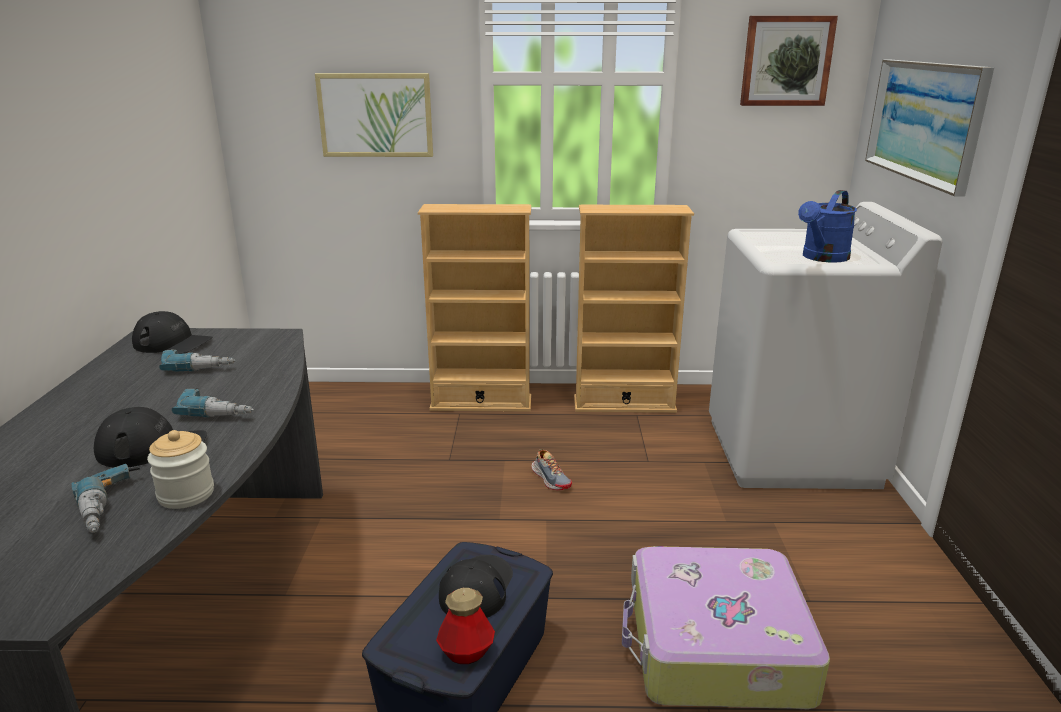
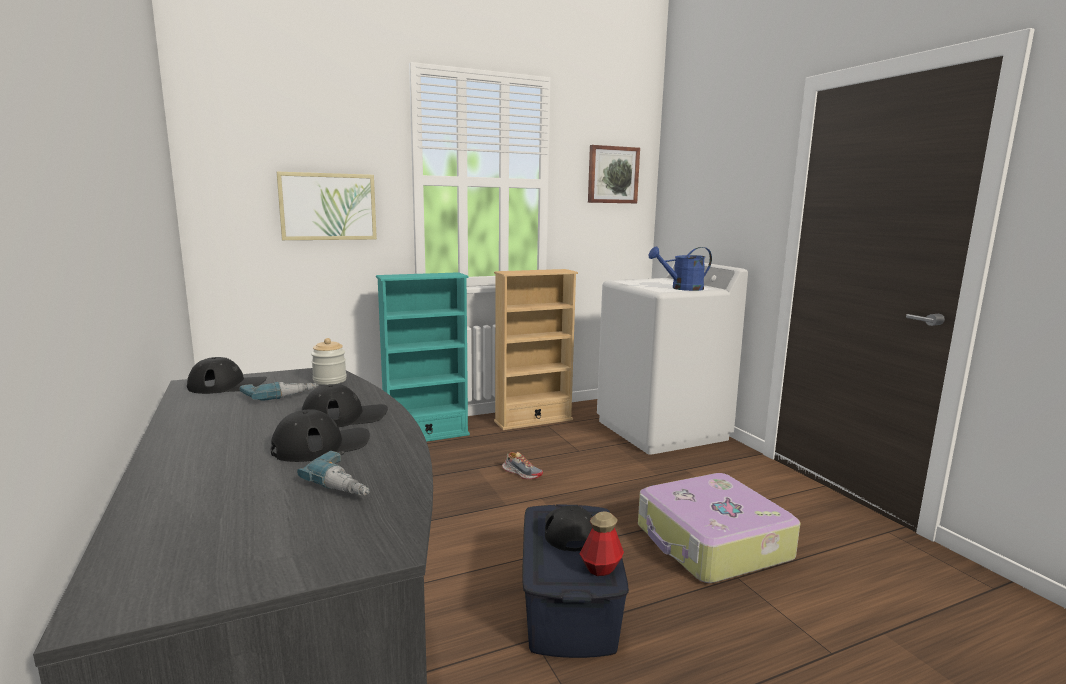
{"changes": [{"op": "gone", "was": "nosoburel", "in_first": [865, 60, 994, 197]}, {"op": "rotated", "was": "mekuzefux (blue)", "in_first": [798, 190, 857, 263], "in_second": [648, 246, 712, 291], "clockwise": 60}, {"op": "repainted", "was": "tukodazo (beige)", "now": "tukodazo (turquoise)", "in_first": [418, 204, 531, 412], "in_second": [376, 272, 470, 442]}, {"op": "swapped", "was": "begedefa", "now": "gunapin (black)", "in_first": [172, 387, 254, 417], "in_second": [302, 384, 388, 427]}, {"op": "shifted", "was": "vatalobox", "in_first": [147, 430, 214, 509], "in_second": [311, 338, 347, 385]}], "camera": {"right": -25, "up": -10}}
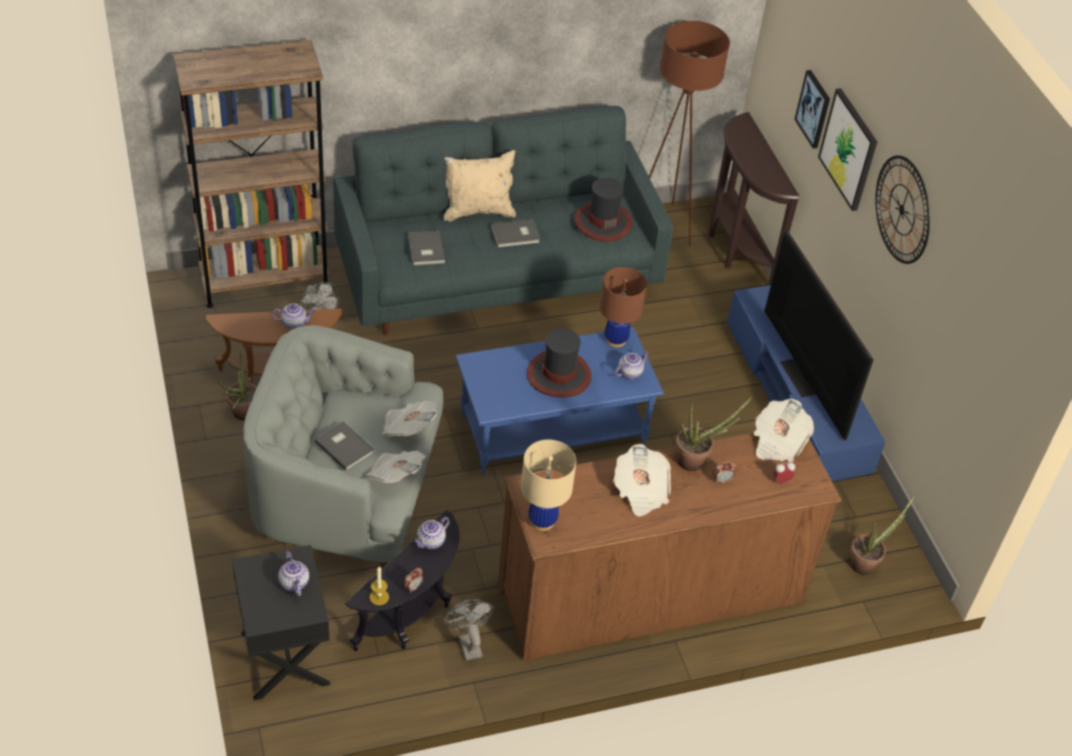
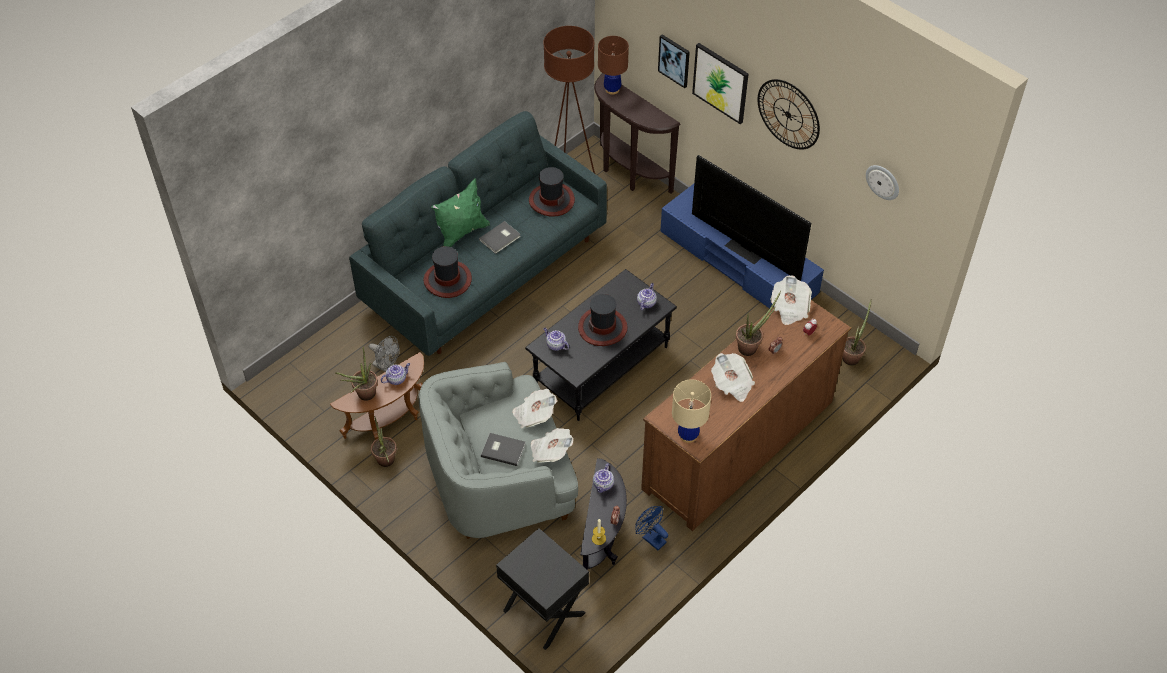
{"changes": [{"op": "gone", "was": "tukodazo (brown)", "in_first": [173, 40, 329, 308]}, {"op": "repainted", "was": "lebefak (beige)", "now": "lebefak (green)", "in_first": [444, 150, 516, 222], "in_second": [431, 178, 490, 247]}, {"op": "swapped", "was": "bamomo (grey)", "now": "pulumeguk", "in_first": [408, 231, 446, 266], "in_second": [423, 246, 472, 298]}, {"op": "shifted", "was": "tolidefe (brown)", "in_first": [600, 267, 647, 347], "in_second": [598, 36, 629, 95]}, {"op": "repainted", "was": "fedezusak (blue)", "now": "fedezusak (black)", "in_first": [456, 327, 664, 475], "in_second": [525, 269, 677, 421]}, {"op": "shifted", "was": "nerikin", "in_first": [278, 551, 309, 596], "in_second": [543, 328, 569, 351]}, {"op": "repainted", "was": "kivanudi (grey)", "now": "kivanudi (blue)", "in_first": [444, 599, 494, 661], "in_second": [635, 506, 668, 550]}, {"op": "new", "now": "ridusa", "in_second": [866, 165, 899, 200]}, {"op": "new", "now": "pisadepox", "in_second": [335, 347, 378, 401]}], "camera": {"right": -25, "up": 5}}
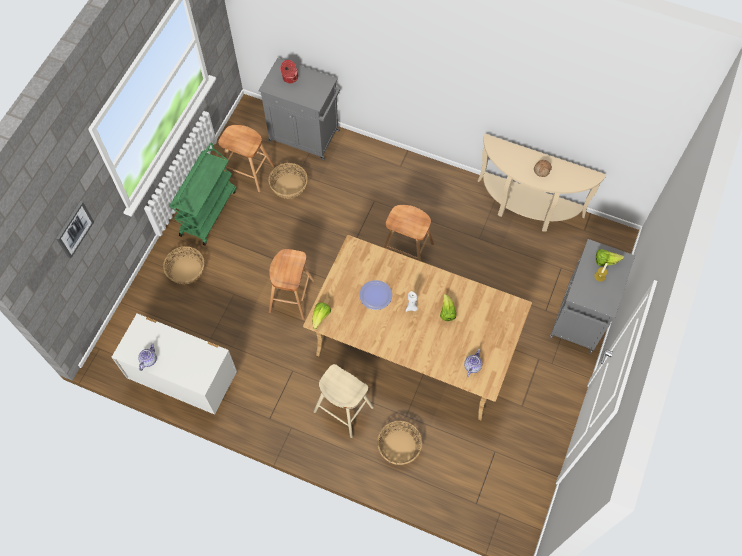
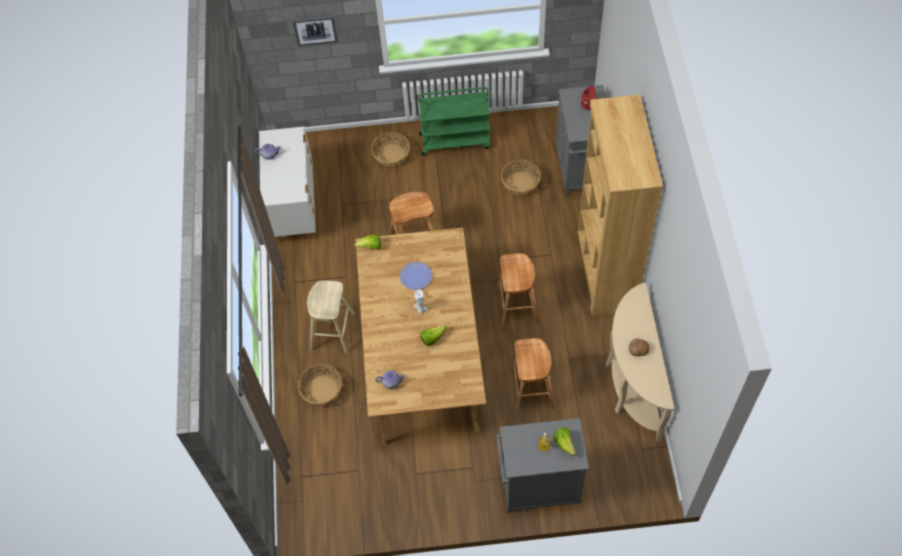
{"changes": [{"op": "shifted", "was": "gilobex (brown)", "in_first": [218, 125, 275, 192], "in_second": [510, 338, 555, 412]}, {"op": "new", "now": "tukodazo (brown)", "in_second": [578, 95, 663, 316]}], "camera": {"right": 65, "up": -5}}
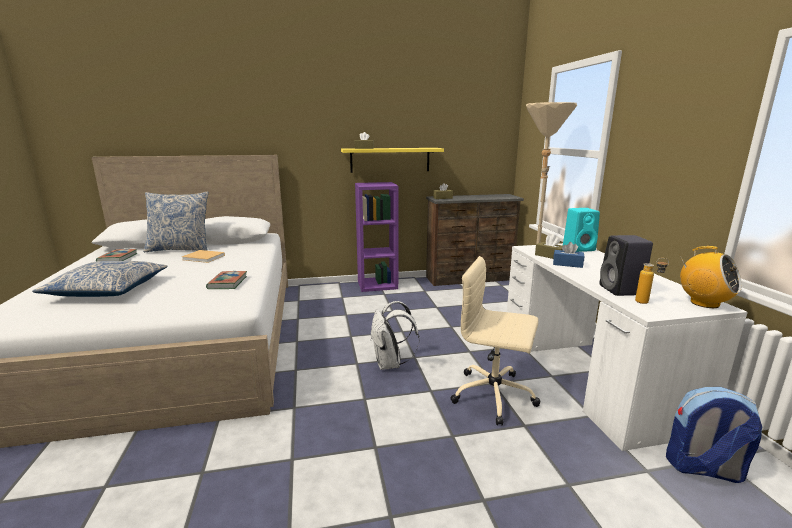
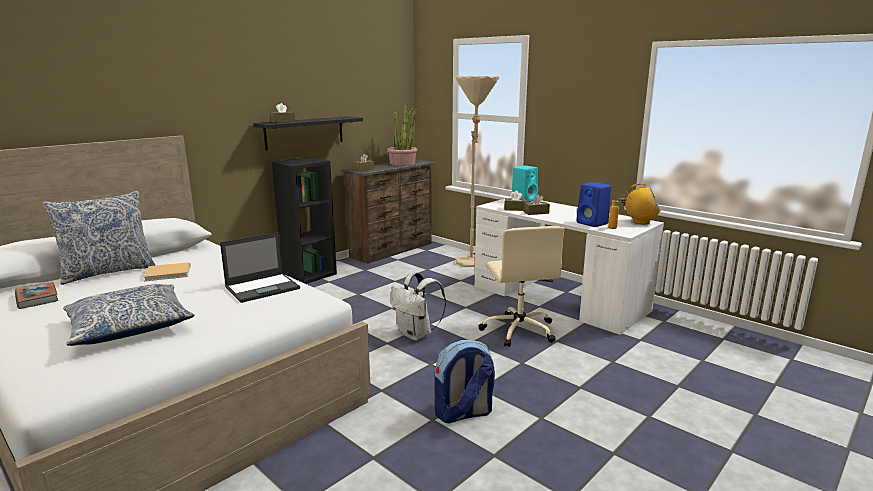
{"changes": [{"op": "repainted", "was": "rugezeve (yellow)", "now": "rugezeve (black)", "in_first": [341, 148, 444, 173], "in_second": [253, 116, 363, 150]}, {"op": "repainted", "was": "tukodazo (purple)", "now": "tukodazo (black)", "in_first": [355, 182, 399, 292], "in_second": [272, 157, 337, 284]}, {"op": "repainted", "was": "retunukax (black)", "now": "retunukax (blue)", "in_first": [600, 235, 653, 296], "in_second": [577, 182, 611, 227]}, {"op": "repainted", "was": "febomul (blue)", "now": "febomul (brown)", "in_first": [553, 242, 584, 268], "in_second": [524, 194, 550, 215]}, {"op": "rotated", "was": "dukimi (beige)", "in_first": [450, 256, 540, 425], "in_second": [479, 226, 565, 347], "clockwise": -90}, {"op": "swapped", "was": "bamomo", "now": "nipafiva", "in_first": [206, 271, 247, 289], "in_second": [220, 232, 300, 303]}, {"op": "shifted", "was": "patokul", "in_first": [666, 387, 762, 483], "in_second": [435, 340, 495, 423]}, {"op": "new", "now": "pisadepox", "in_second": [387, 105, 417, 166]}], "camera": {"right": -35, "up": 0}}
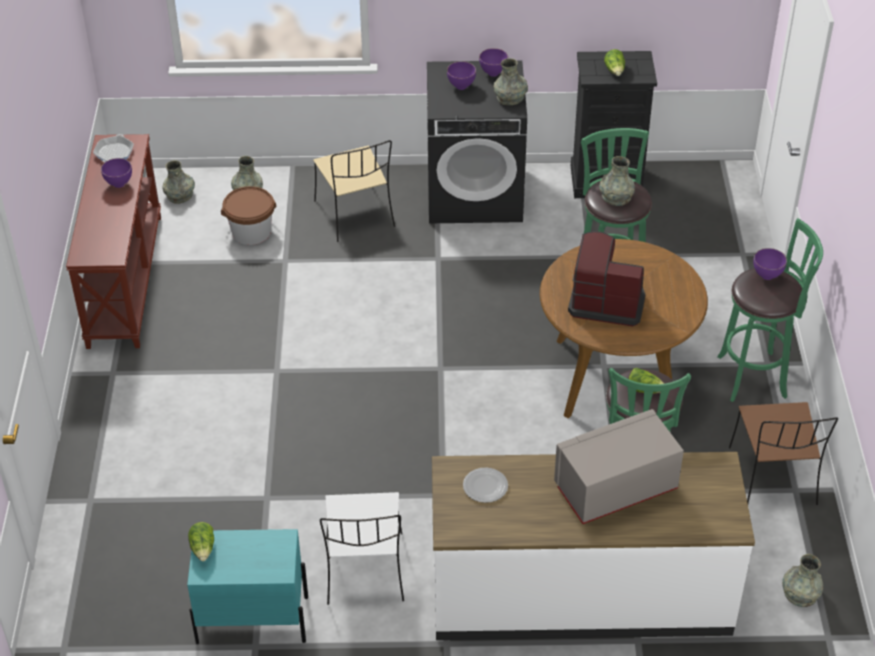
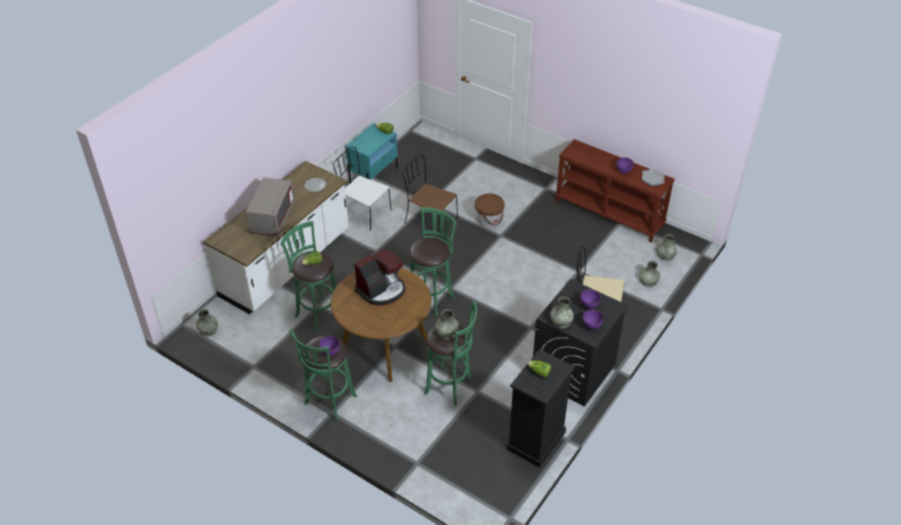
{"changes": [{"op": "shifted", "was": "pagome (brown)", "in_first": [221, 186, 276, 245], "in_second": [475, 194, 505, 228]}, {"op": "shifted", "was": "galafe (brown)", "in_first": [729, 402, 838, 505], "in_second": [403, 154, 458, 237]}, {"op": "new", "now": "gilobex (green)", "in_second": [409, 207, 457, 317]}], "camera": {"right": 125, "up": 0}}
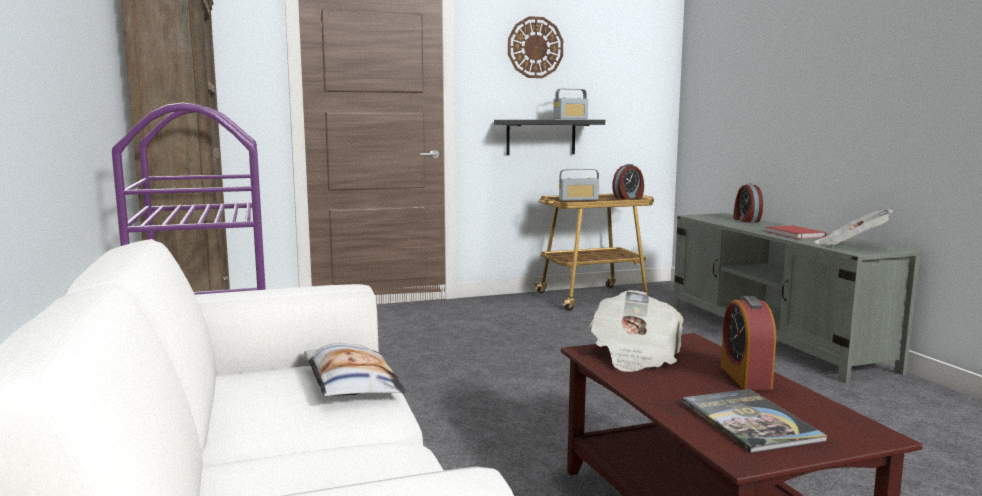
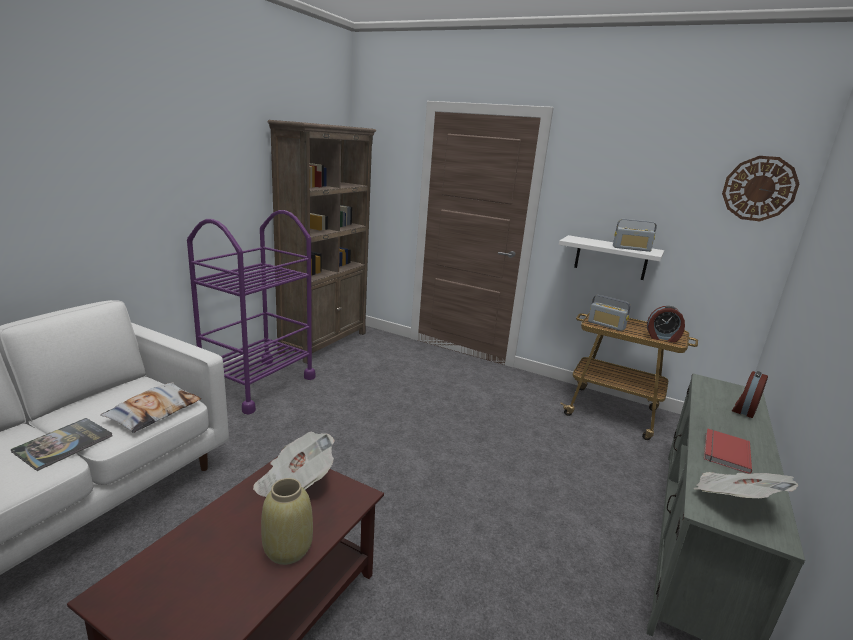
{"changes": [{"op": "shifted", "was": "ridusa", "in_first": [508, 16, 563, 78], "in_second": [722, 156, 799, 221]}, {"op": "repainted", "was": "rugezeve (black)", "now": "rugezeve (white)", "in_first": [494, 120, 605, 155], "in_second": [559, 235, 664, 280]}, {"op": "swapped", "was": "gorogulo", "now": "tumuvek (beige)", "in_first": [721, 296, 776, 390], "in_second": [261, 478, 313, 565]}, {"op": "shifted", "was": "bamomo", "in_first": [682, 389, 827, 453], "in_second": [11, 418, 112, 471]}], "camera": {"right": 45, "up": 10}}
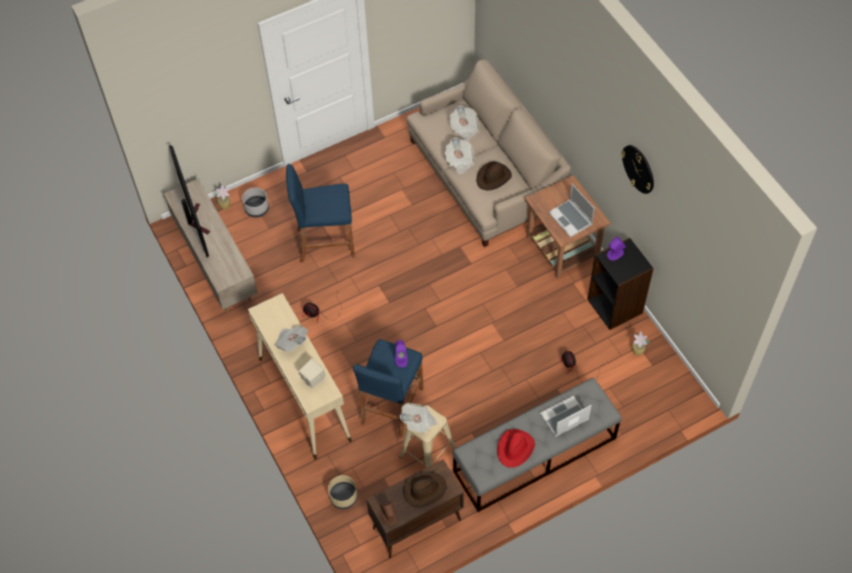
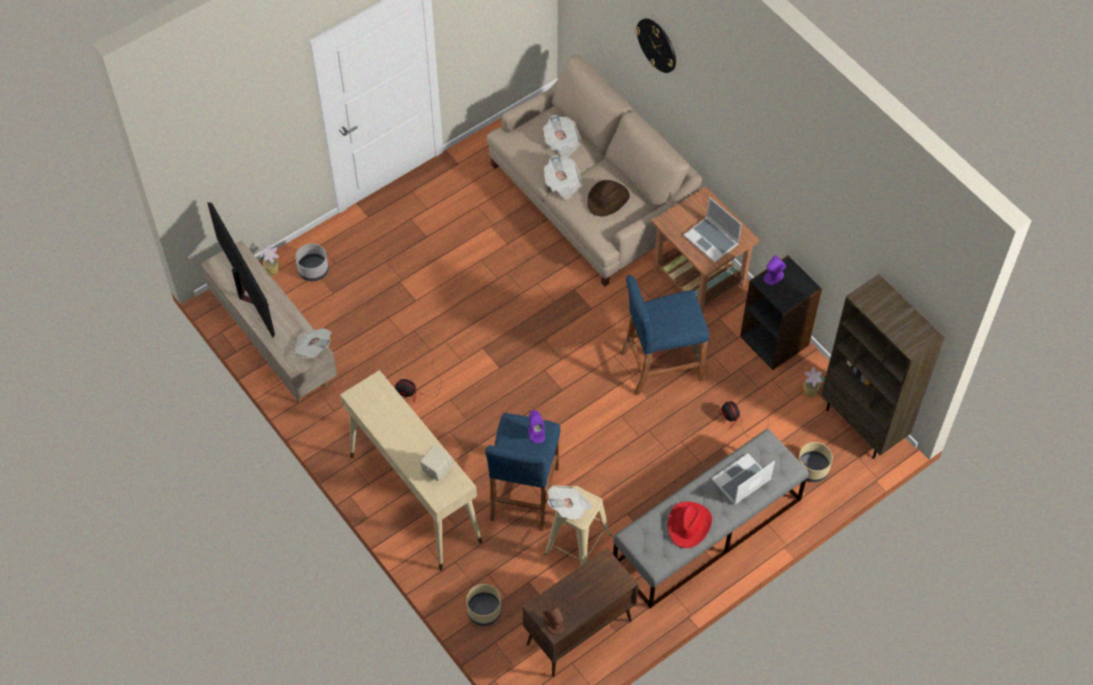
{"changes": [{"op": "shifted", "was": "ridusa", "in_first": [621, 145, 654, 194], "in_second": [635, 18, 676, 73]}, {"op": "shifted", "was": "gilobex (blue)", "in_first": [286, 164, 355, 263], "in_second": [621, 275, 710, 396]}, {"op": "shifted", "was": "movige", "in_first": [274, 326, 308, 352], "in_second": [293, 328, 331, 359]}, {"op": "gone", "was": "pulumeguk (brown)", "in_first": [403, 471, 447, 508]}, {"op": "new", "now": "tukodazo (brown)", "in_second": [821, 274, 945, 459]}, {"op": "new", "now": "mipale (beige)", "in_second": [798, 442, 833, 482]}], "camera": {"right": -10, "up": 0}}
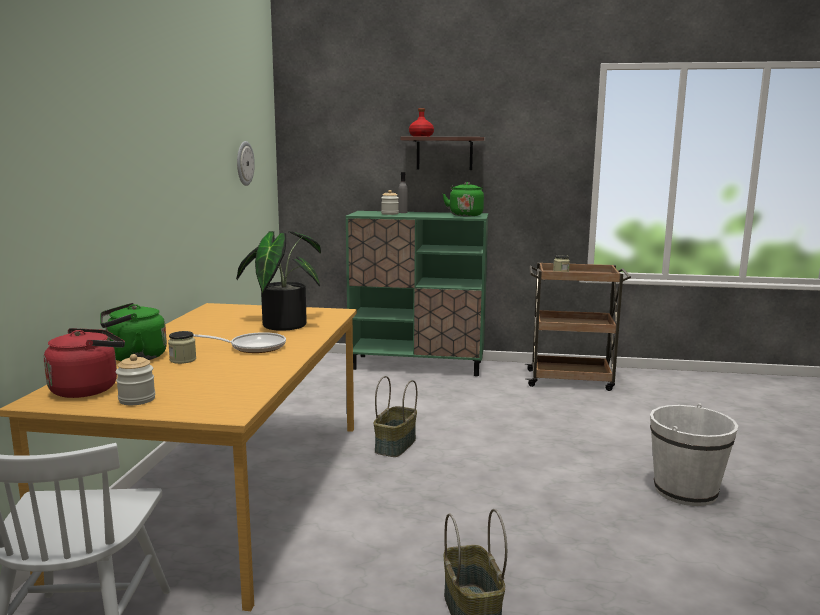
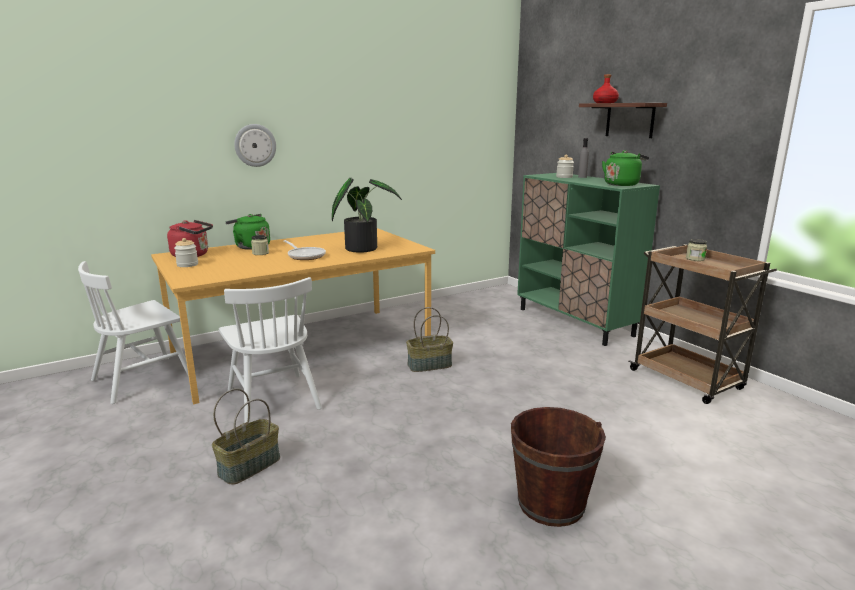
{"changes": [{"op": "shifted", "was": "ridusa", "in_first": [237, 141, 255, 186], "in_second": [234, 124, 276, 167]}, {"op": "repainted", "was": "pagome (white)", "now": "pagome (brown)", "in_first": [650, 403, 738, 506], "in_second": [511, 407, 606, 527]}, {"op": "new", "now": "galafe (white)", "in_second": [219, 277, 322, 423]}], "camera": {"right": 50, "up": 5}}
